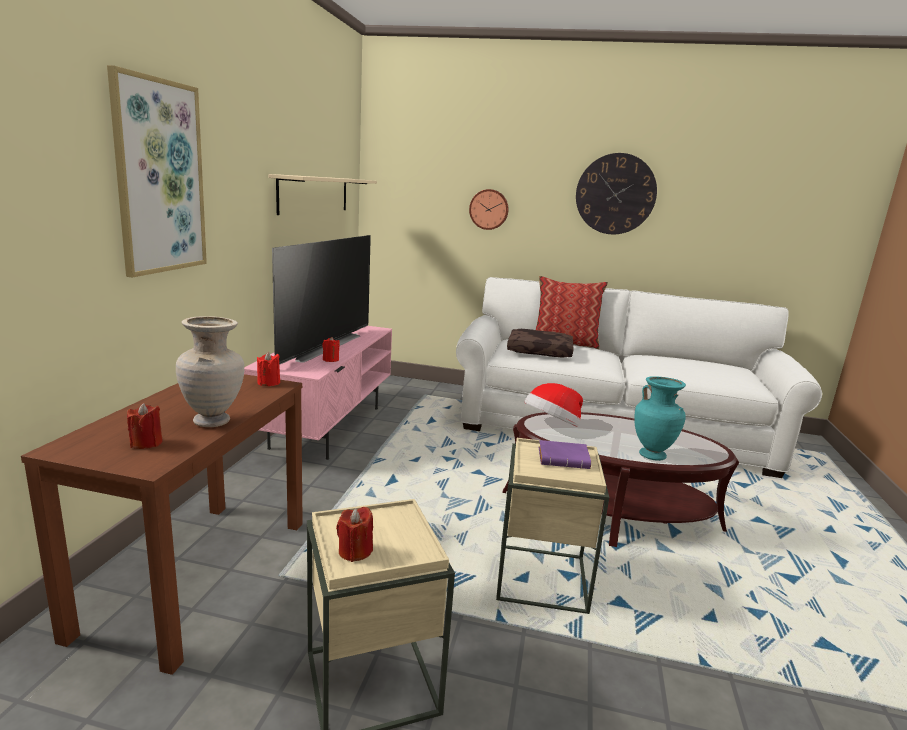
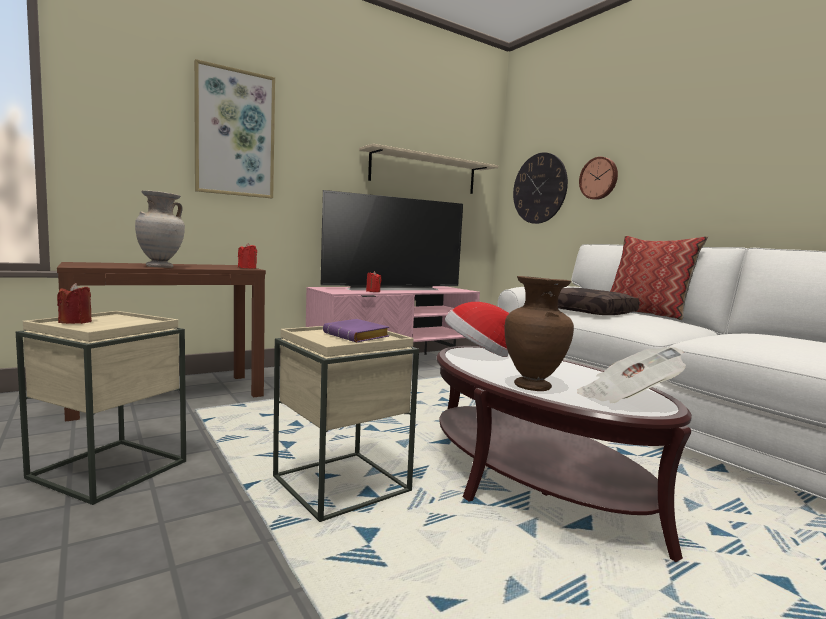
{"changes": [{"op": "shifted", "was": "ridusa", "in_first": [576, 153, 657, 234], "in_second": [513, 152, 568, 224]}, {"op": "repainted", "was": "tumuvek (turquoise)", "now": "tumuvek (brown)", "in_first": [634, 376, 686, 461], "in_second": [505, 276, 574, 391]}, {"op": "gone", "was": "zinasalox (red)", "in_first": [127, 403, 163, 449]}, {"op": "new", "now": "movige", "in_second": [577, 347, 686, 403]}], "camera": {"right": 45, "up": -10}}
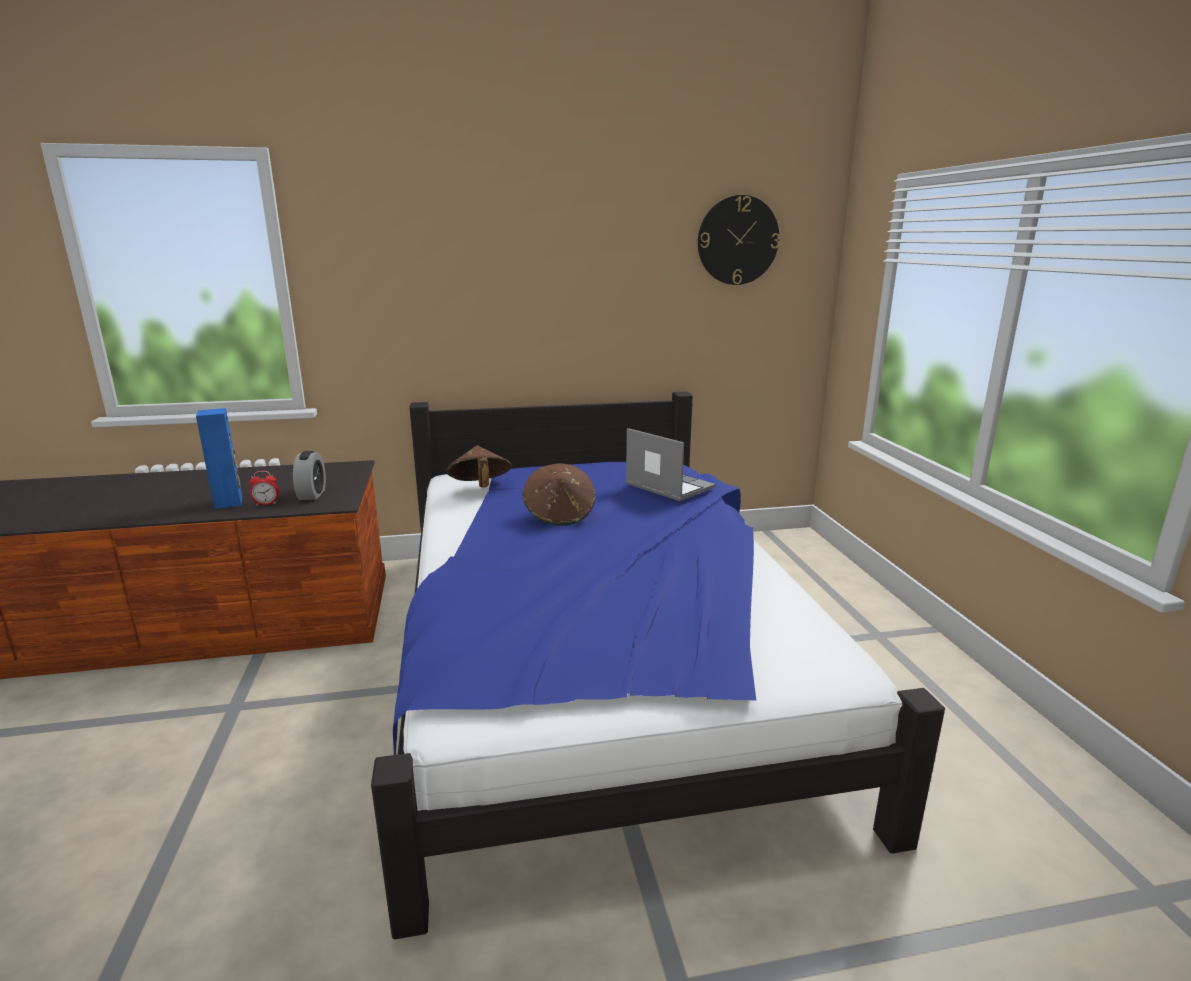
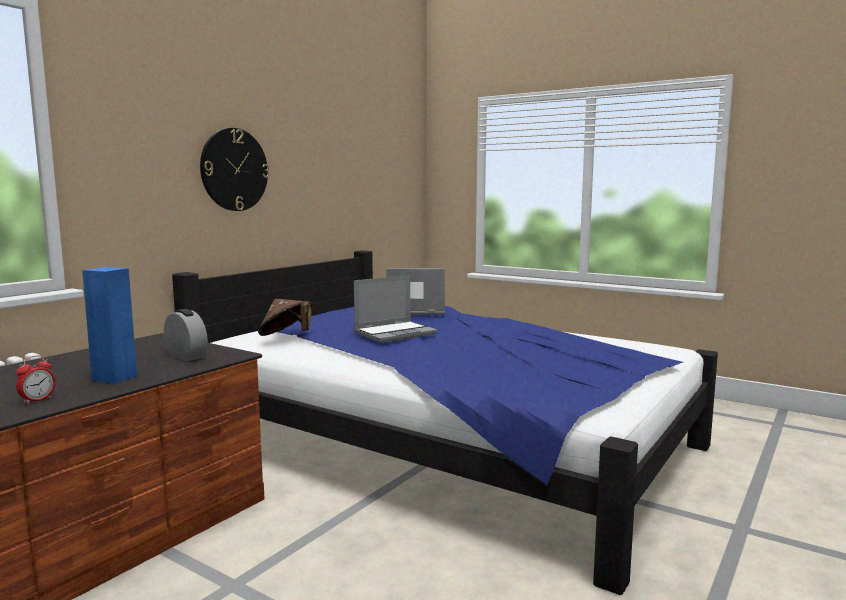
{"changes": [{"op": "shifted", "was": "ridusa", "in_first": [698, 195, 780, 285], "in_second": [200, 128, 269, 211]}, {"op": "swapped", "was": "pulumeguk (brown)", "now": "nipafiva", "in_first": [523, 464, 596, 526], "in_second": [354, 275, 437, 343]}, {"op": "shifted", "was": "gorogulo", "in_first": [249, 471, 279, 506], "in_second": [16, 355, 56, 404]}], "camera": {"right": -45, "up": -10}}
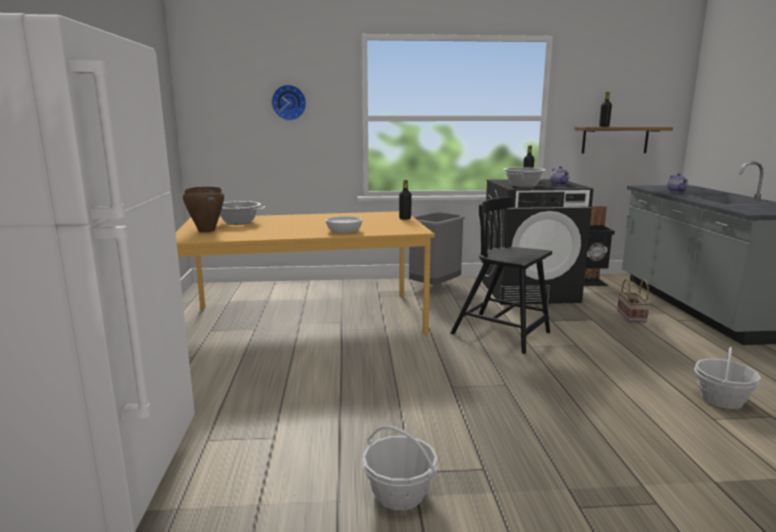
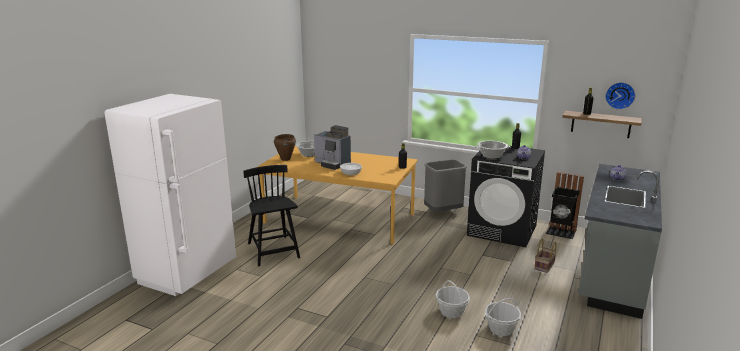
{"changes": [{"op": "shifted", "was": "ridusa", "in_first": [271, 85, 306, 121], "in_second": [605, 82, 635, 109]}, {"op": "shifted", "was": "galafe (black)", "in_first": [451, 197, 552, 354], "in_second": [243, 165, 300, 266]}, {"op": "shifted", "was": "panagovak", "in_first": [362, 425, 438, 510], "in_second": [436, 280, 470, 318]}, {"op": "new", "now": "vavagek", "in_second": [314, 125, 351, 170]}], "camera": {"right": 30, "up": 5}}
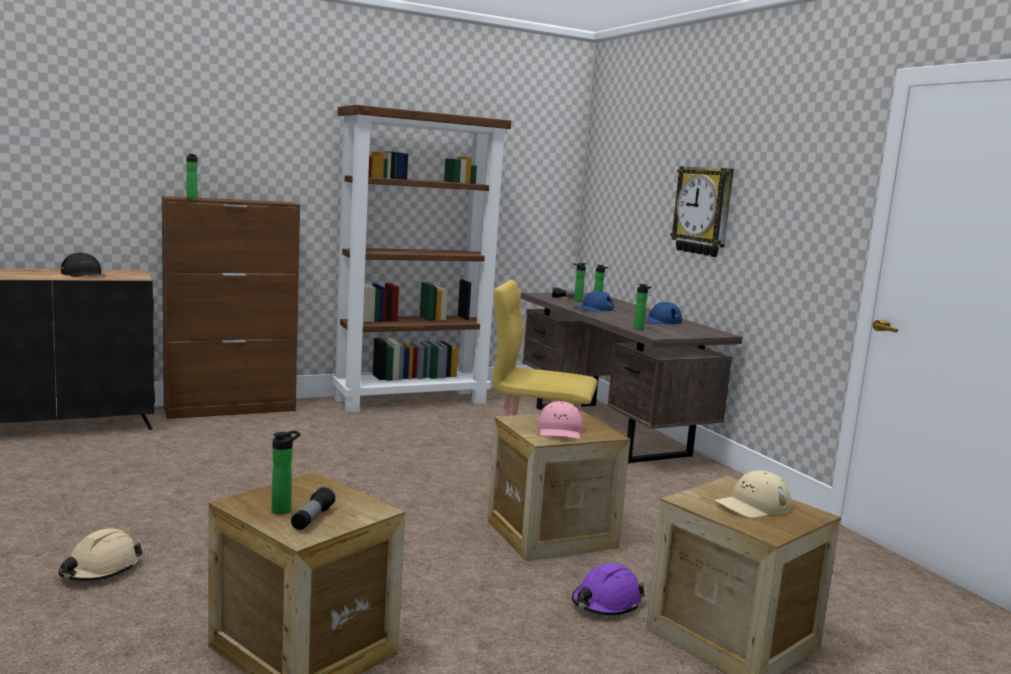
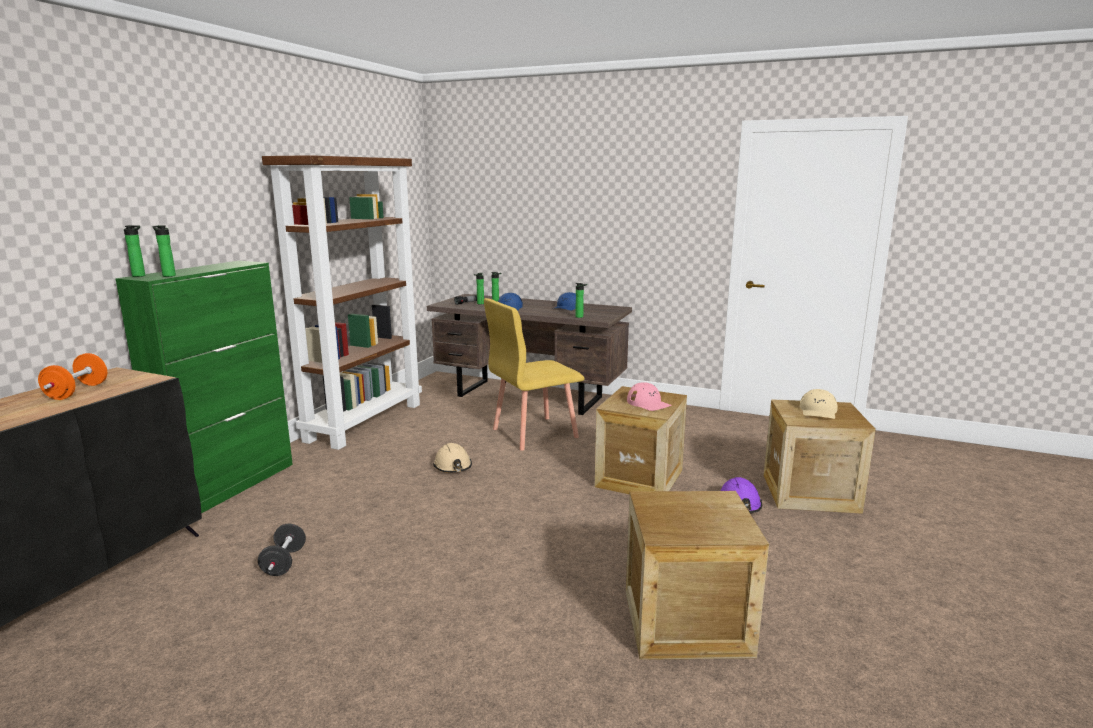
{"changes": [{"op": "gone", "was": "ridusa", "in_first": [670, 166, 734, 257]}, {"op": "repainted", "was": "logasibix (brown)", "now": "logasibix (green)", "in_first": [162, 196, 300, 419], "in_second": [116, 261, 293, 513]}, {"op": "swapped", "was": "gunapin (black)", "now": "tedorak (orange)", "in_first": [61, 253, 106, 277], "in_second": [38, 353, 107, 400]}, {"op": "shifted", "was": "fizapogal", "in_first": [272, 430, 301, 515], "in_second": [124, 225, 145, 277]}, {"op": "gone", "was": "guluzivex", "in_first": [291, 487, 336, 530]}, {"op": "shifted", "was": "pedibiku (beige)", "in_first": [58, 529, 142, 581], "in_second": [433, 443, 472, 472]}, {"op": "new", "now": "tedorak (black)", "in_second": [258, 524, 306, 576]}], "camera": {"right": -40, "up": 5}}
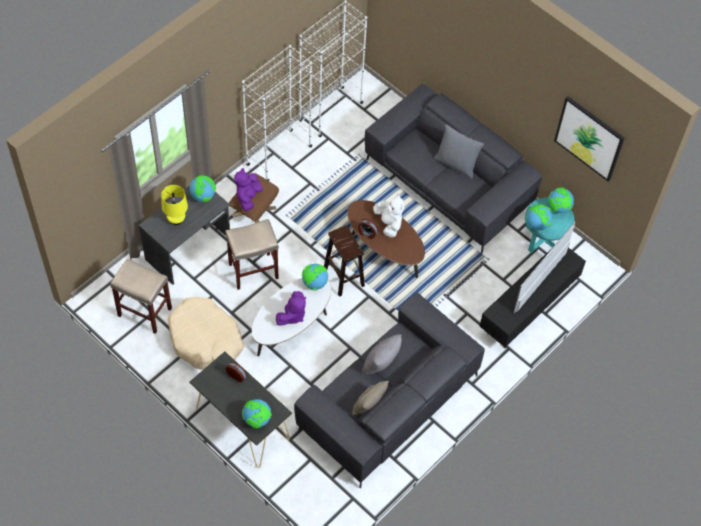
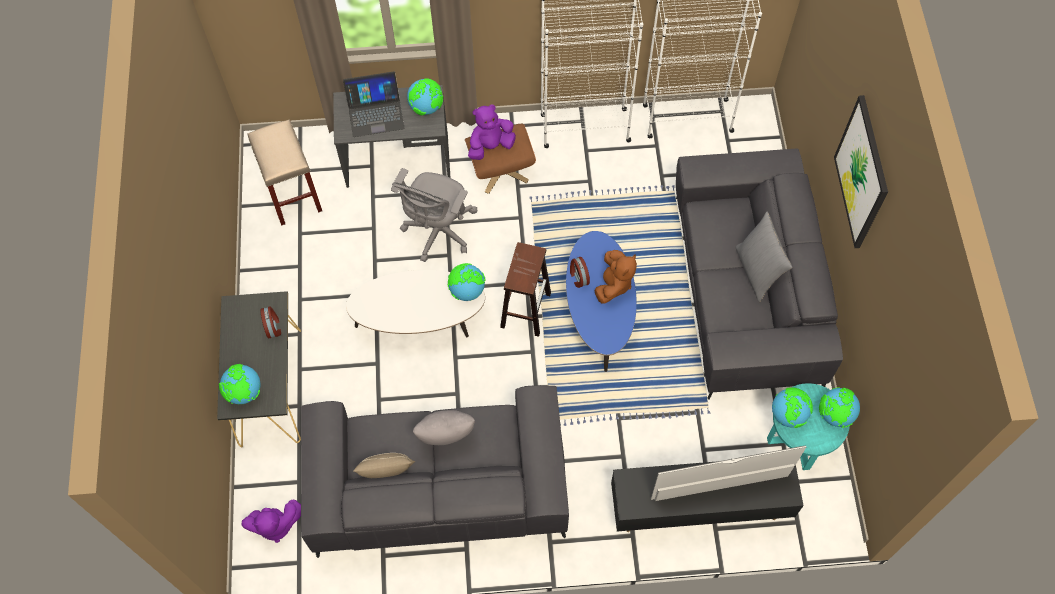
{"changes": [{"op": "shifted", "was": "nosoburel", "in_first": [554, 96, 625, 182], "in_second": [834, 95, 888, 248]}, {"op": "swapped", "was": "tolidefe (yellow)", "now": "nipafiva", "in_first": [161, 185, 188, 225], "in_second": [343, 71, 405, 137]}, {"op": "repainted", "was": "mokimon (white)", "now": "mokimon (brown)", "in_first": [373, 194, 405, 237], "in_second": [595, 250, 637, 304]}, {"op": "repainted", "was": "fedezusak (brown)", "now": "fedezusak (blue)", "in_first": [347, 200, 425, 278], "in_second": [566, 231, 637, 372]}, {"op": "swapped", "was": "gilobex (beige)", "now": "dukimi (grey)", "in_first": [225, 219, 279, 290], "in_second": [391, 168, 478, 262]}, {"op": "shifted", "was": "mokimon (purple)", "in_first": [276, 291, 306, 325], "in_second": [242, 500, 301, 543]}, {"op": "gone", "was": "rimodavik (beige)", "in_first": [168, 297, 244, 370]}], "camera": {"right": 45, "up": 5}}
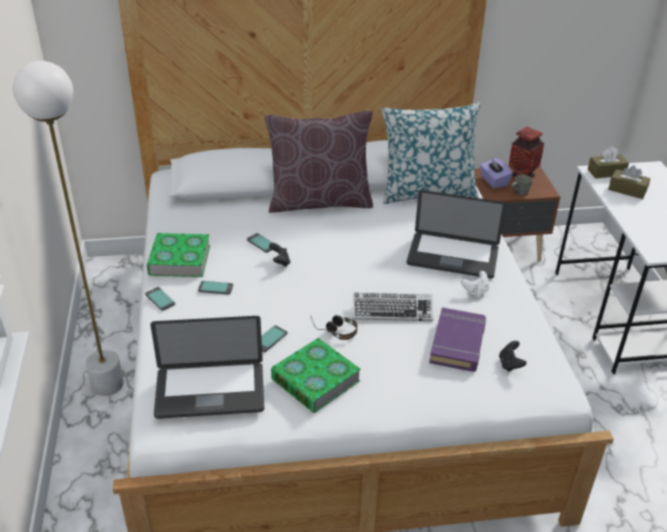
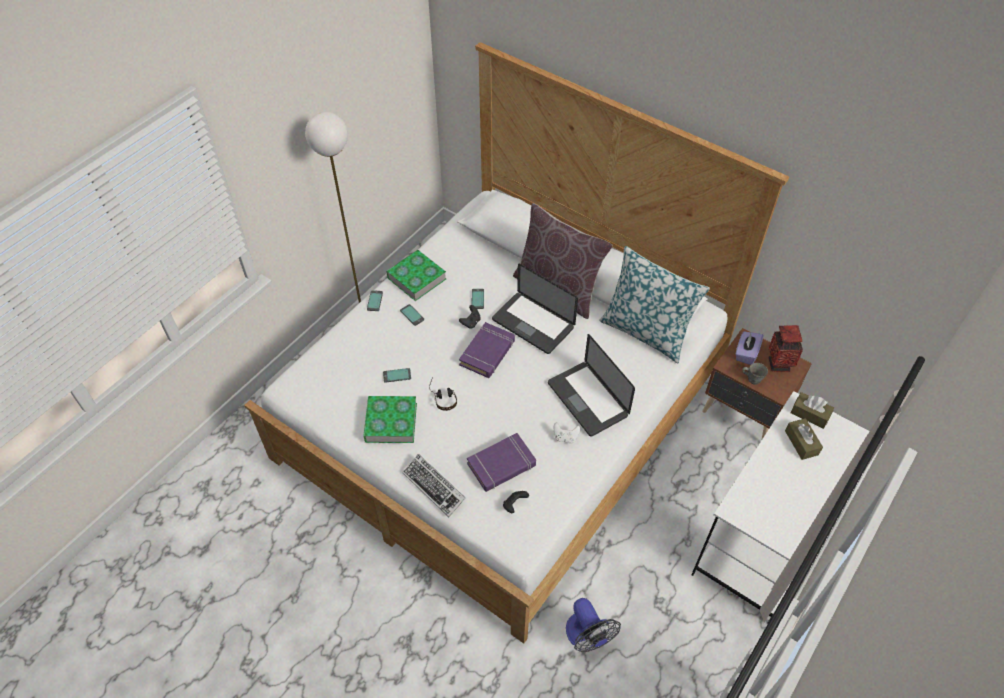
{"changes": [{"op": "shifted", "was": "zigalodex", "in_first": [354, 293, 433, 321], "in_second": [402, 454, 465, 517]}, {"op": "shifted", "was": "nipafiva", "in_first": [150, 316, 264, 419], "in_second": [492, 264, 578, 354]}, {"op": "new", "now": "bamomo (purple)", "in_second": [459, 322, 515, 378]}, {"op": "new", "now": "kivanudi", "in_second": [566, 598, 621, 652]}], "camera": {"right": 45, "up": 15}}
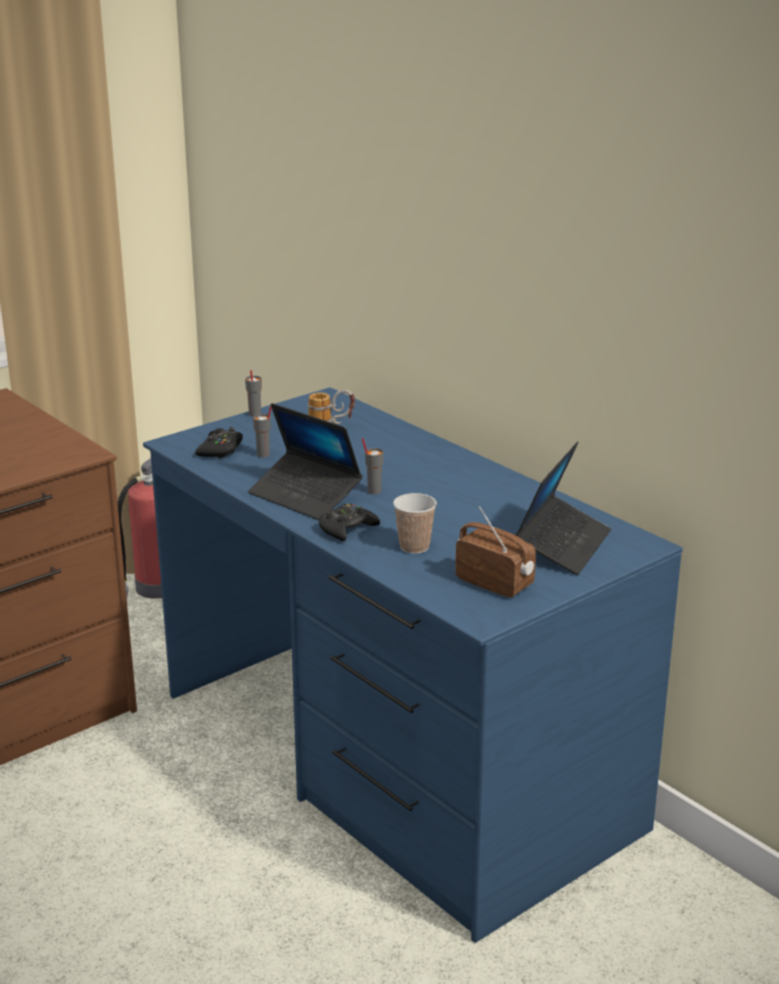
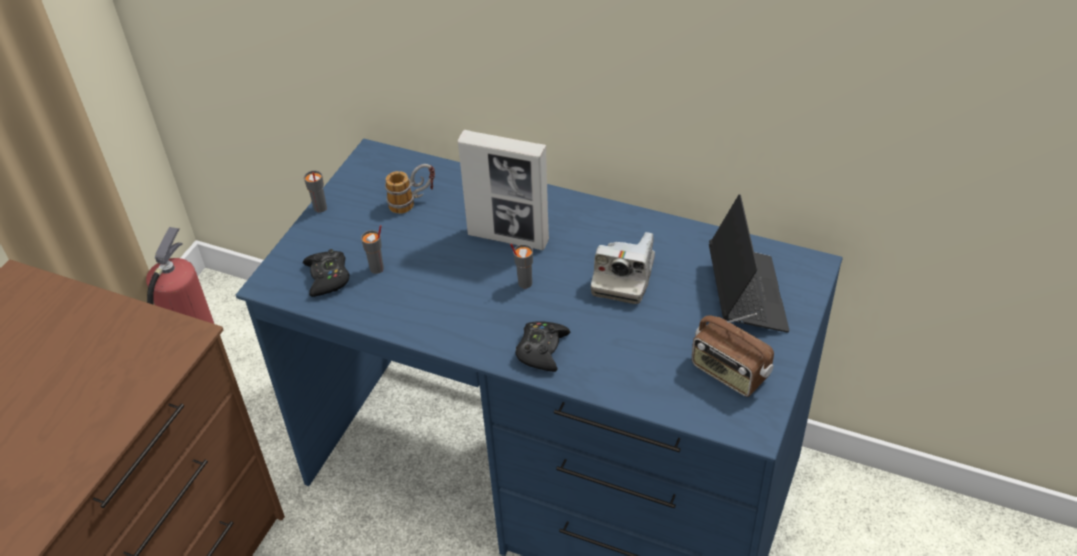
{"changes": [{"op": "gone", "was": "nipafiva", "in_first": [248, 403, 362, 520]}, {"op": "gone", "was": "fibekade", "in_first": [393, 493, 437, 554]}, {"op": "rotated", "was": "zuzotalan", "in_first": [455, 506, 536, 598], "in_second": [692, 313, 774, 397], "clockwise": -150}, {"op": "new", "now": "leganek", "in_second": [458, 130, 549, 250]}, {"op": "new", "now": "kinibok", "in_second": [591, 232, 655, 304]}], "camera": {"right": -25, "up": 20}}
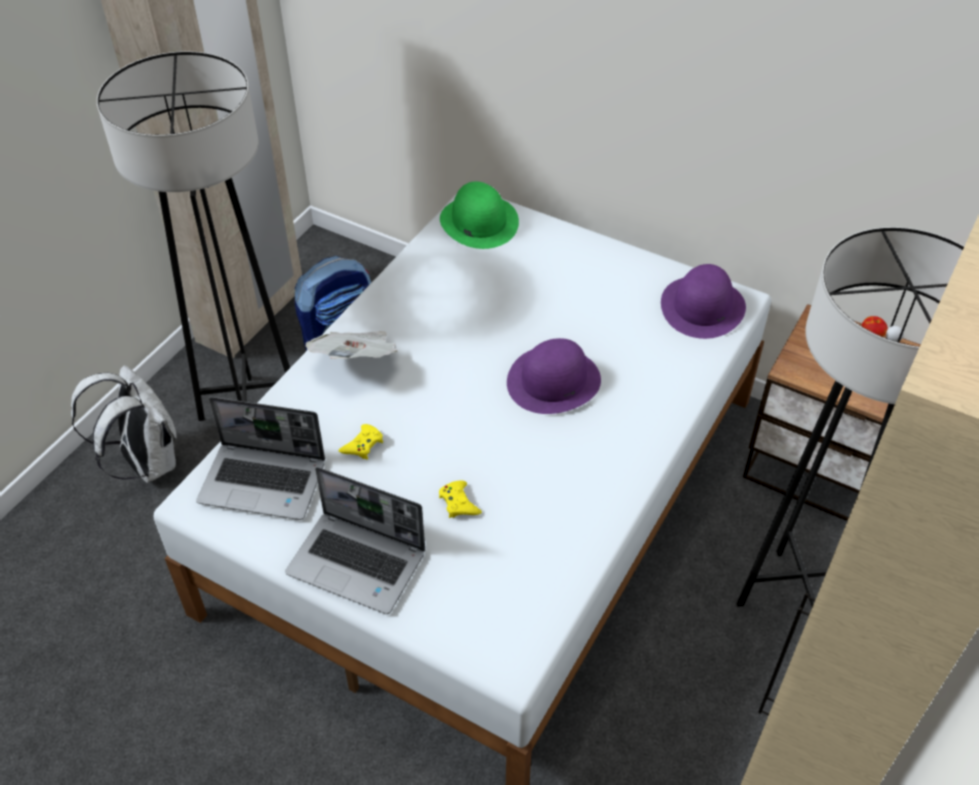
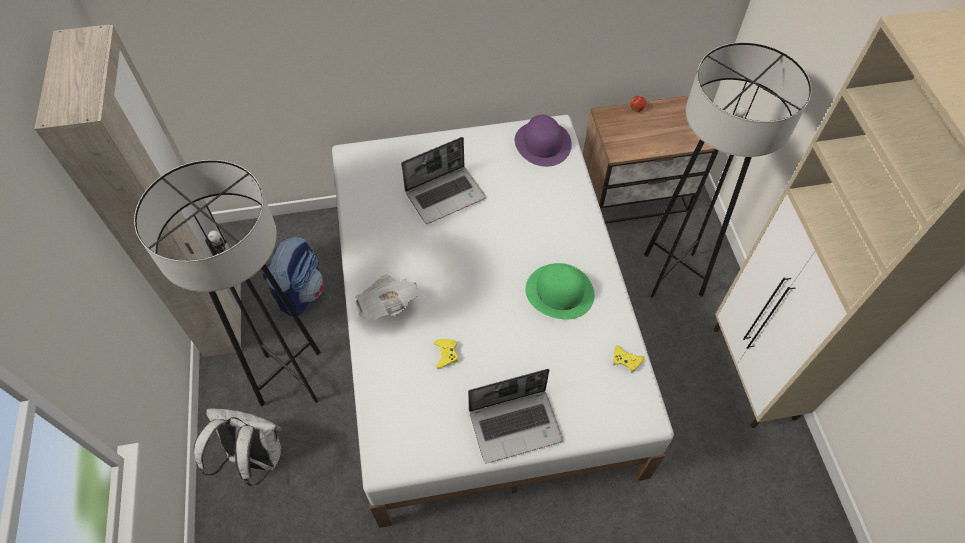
{"changes": [{"op": "shifted", "was": "pulumeguk (green)", "in_first": [440, 181, 519, 249], "in_second": [525, 263, 594, 320]}, {"op": "gone", "was": "pulumeguk (purple)", "in_first": [507, 338, 601, 414]}, {"op": "shifted", "was": "nipafiva", "in_first": [196, 397, 325, 520], "in_second": [401, 137, 486, 224]}, {"op": "shifted", "was": "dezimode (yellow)", "in_first": [439, 481, 482, 518], "in_second": [613, 345, 645, 373]}], "camera": {"right": -40, "up": 10}}
